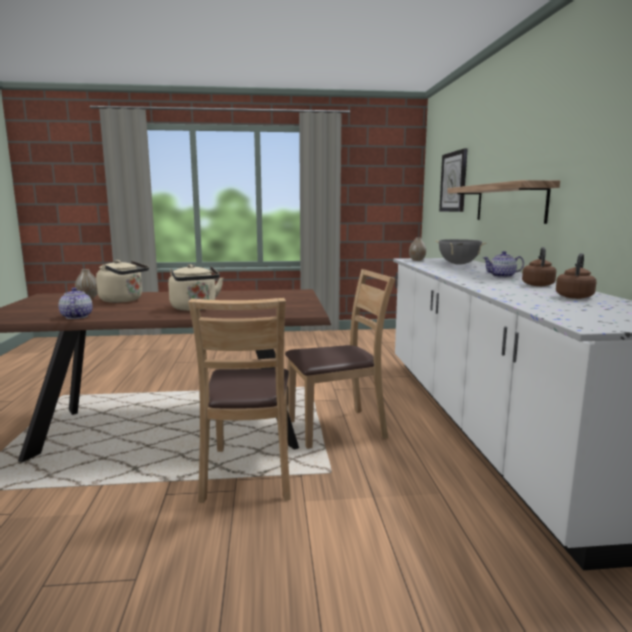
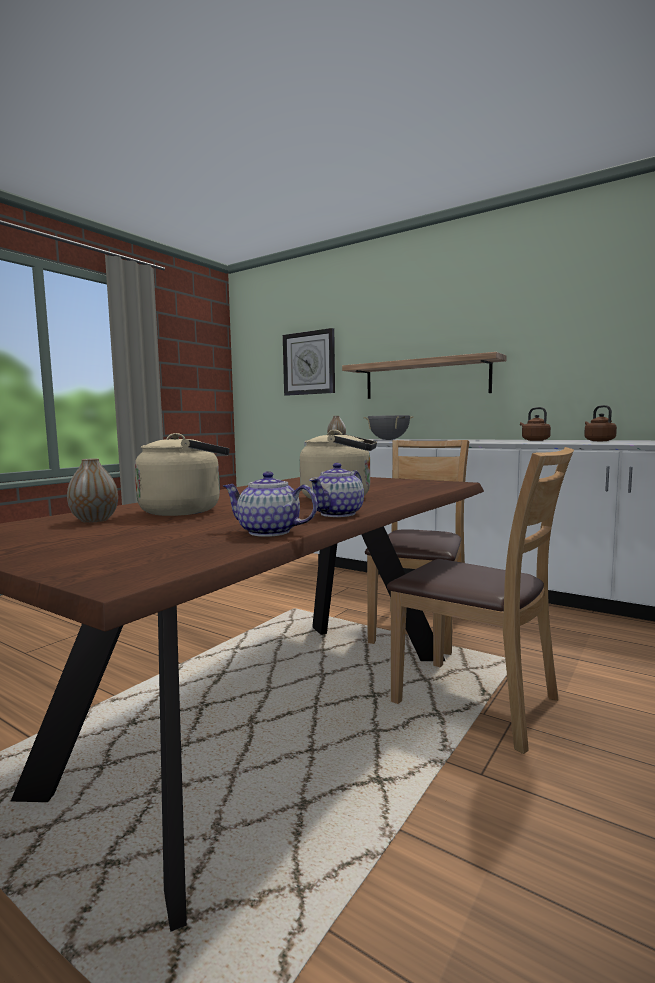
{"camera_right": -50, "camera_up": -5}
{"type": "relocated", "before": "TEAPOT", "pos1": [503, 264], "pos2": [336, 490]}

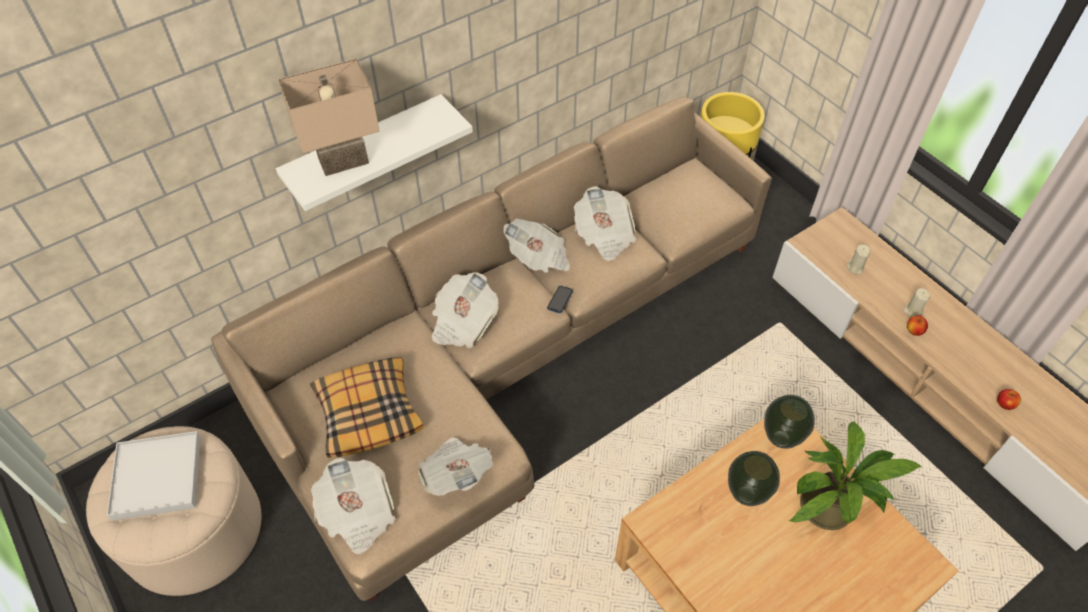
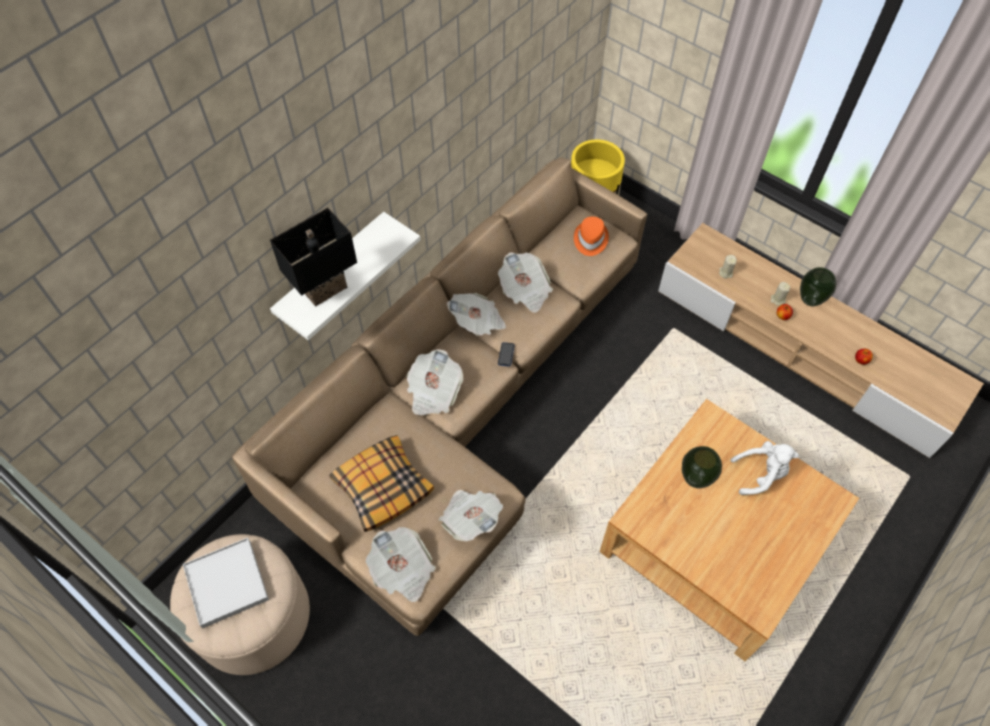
{"camera_right": -15, "camera_up": 5}
{"type": "colour", "before": "BEIGE TABLE LAMP", "after": "BLACK TABLE LAMP", "pos1": [329, 117], "pos2": [313, 257]}
{"type": "appeared", "after": "ORANGE HAT", "pos2": [591, 236]}
{"type": "exchanged", "before": "POTTED PLANT", "after": "WHITE PLUSH TOY", "pos1": [855, 475], "pos2": [764, 468]}
{"type": "relocated", "before": "VASE", "pos1": [789, 422], "pos2": [818, 286]}

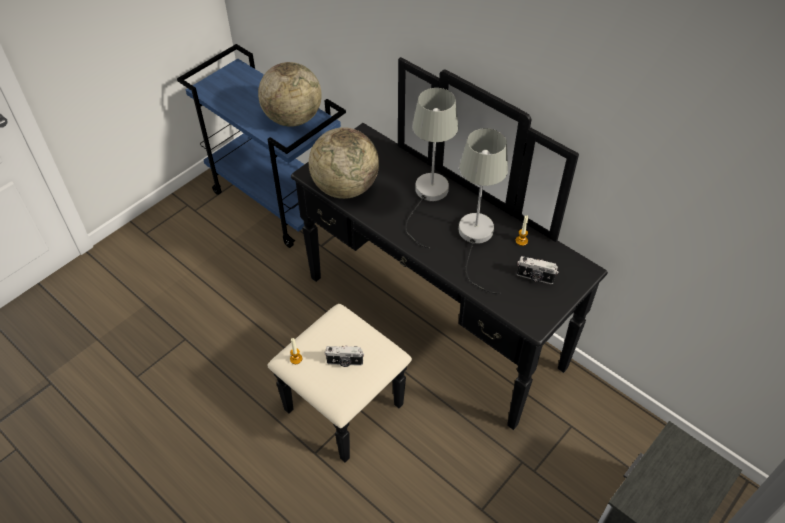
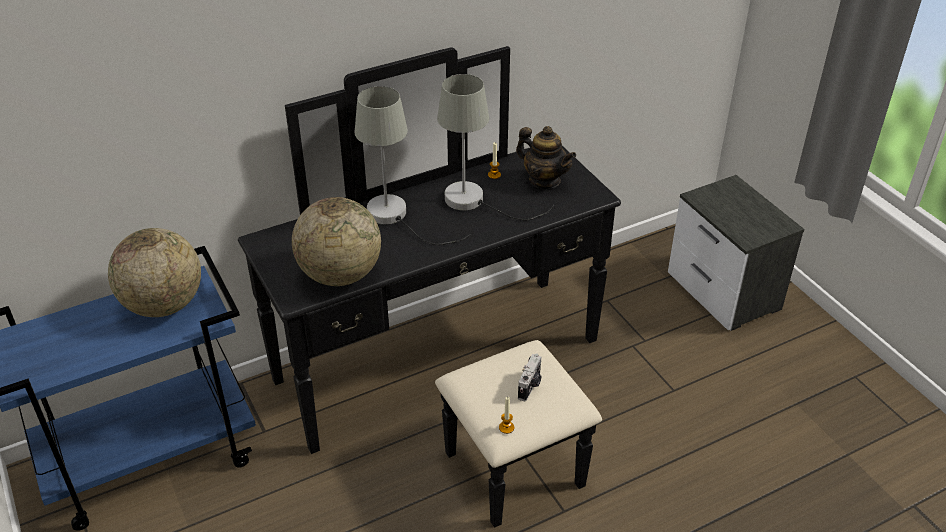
{"camera_right": -70, "camera_up": -10}
{"type": "exchanged", "before": "PHOTO CAMERA", "after": "TEAPOT", "pos1": [537, 270], "pos2": [546, 157]}

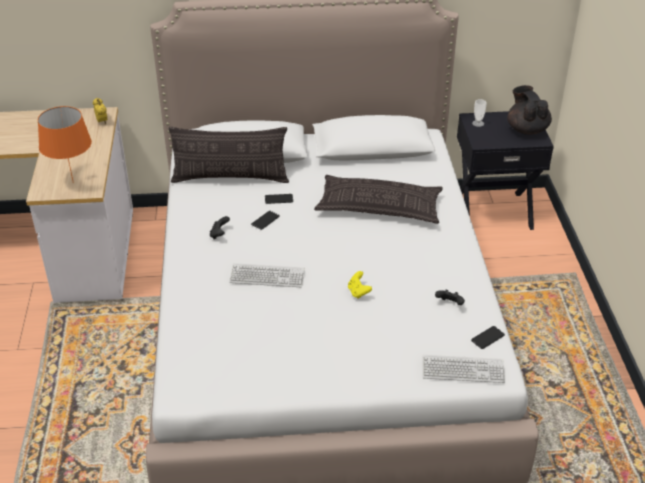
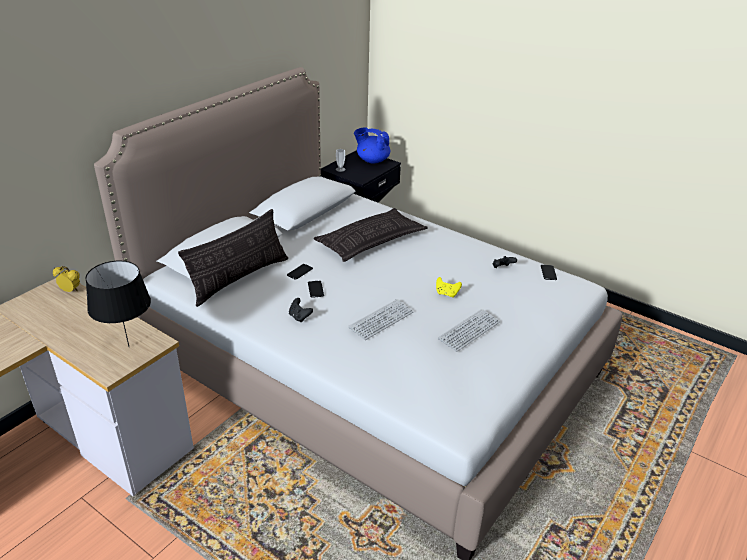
{"camera_right": -50, "camera_up": -5}
{"type": "colour", "before": "ORANGE TABLE LAMP", "after": "BLACK TABLE LAMP", "pos1": [65, 144], "pos2": [118, 304]}
{"type": "colour", "before": "BLACK TEAPOT", "after": "BLUE TEAPOT", "pos1": [529, 110], "pos2": [372, 145]}
{"type": "relocated", "before": "KEYBOARD", "pos1": [464, 369], "pos2": [469, 330]}

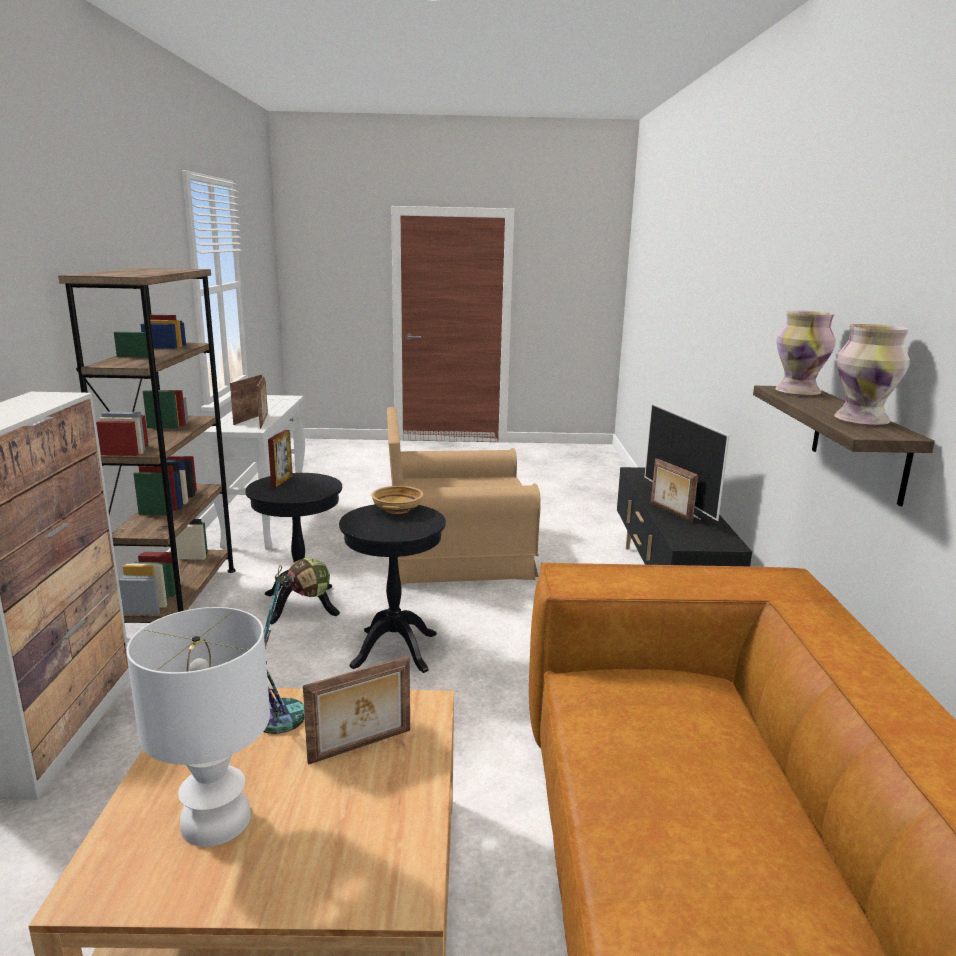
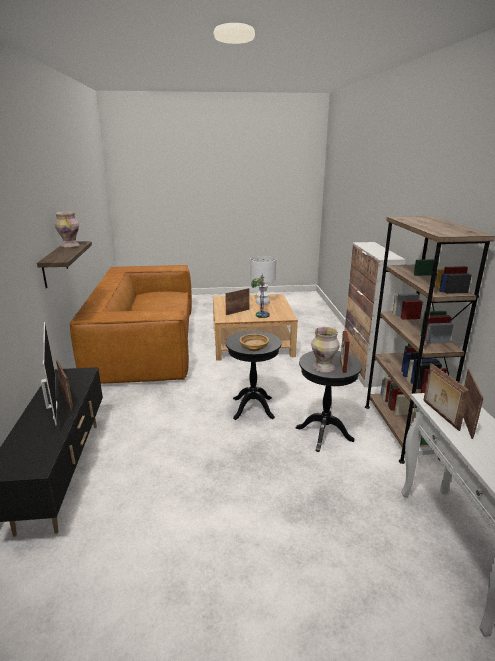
{"camera_right": 175, "camera_up": 5}
{"type": "relocated", "before": "VASE", "pos1": [805, 353], "pos2": [325, 349]}
{"type": "missing", "before": "BROWN ARMCHAIR", "pos1": [464, 496]}

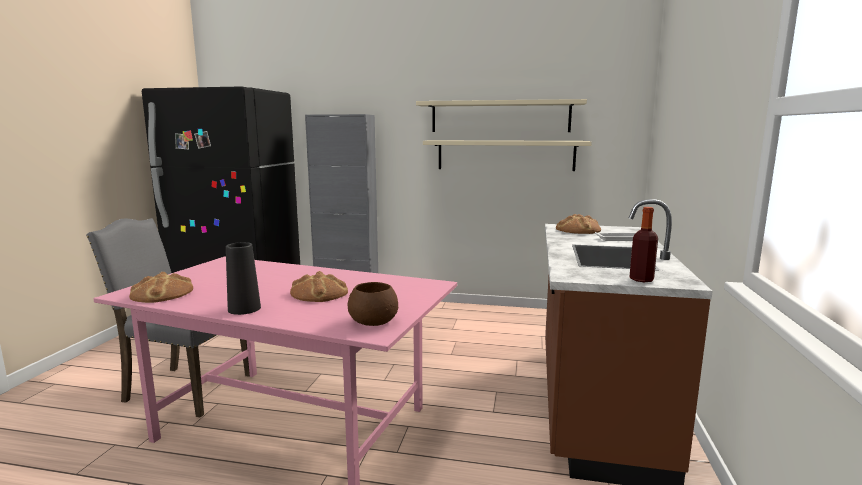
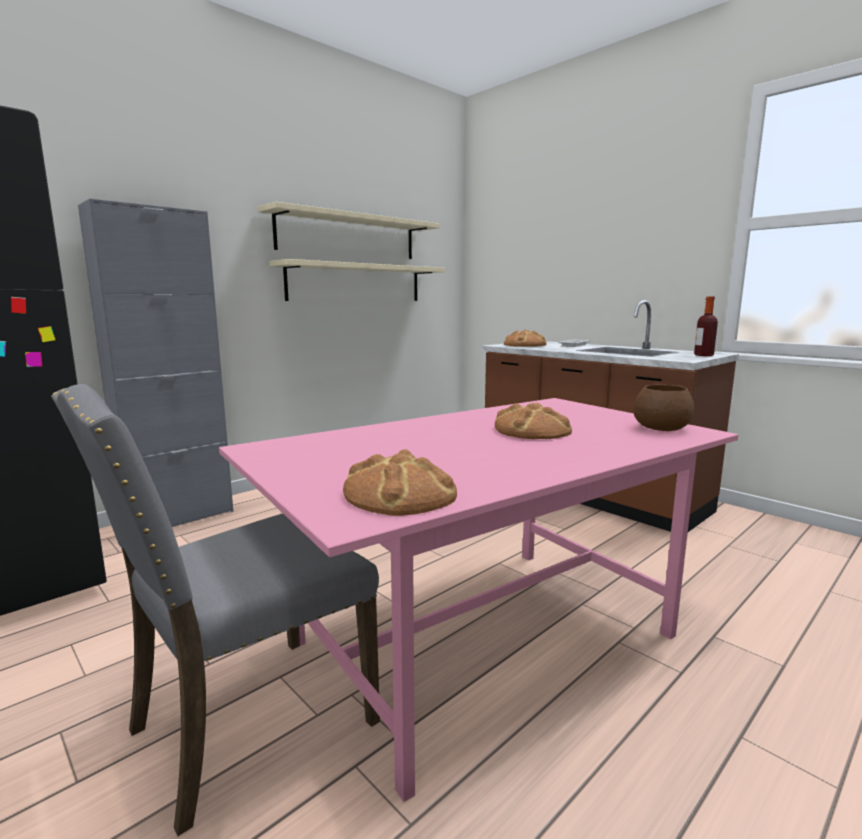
{"camera_right": -55, "camera_up": 0}
{"type": "missing", "before": "BLACK VASE", "pos1": [243, 278]}

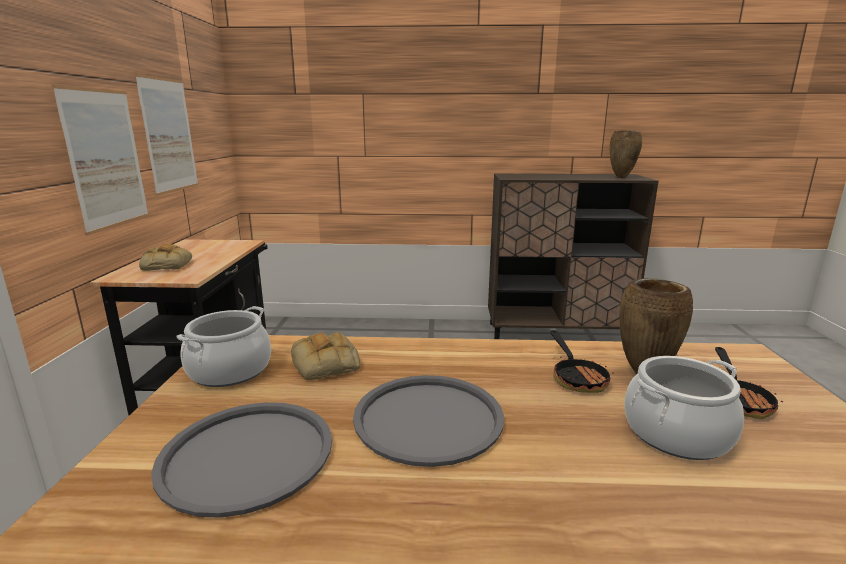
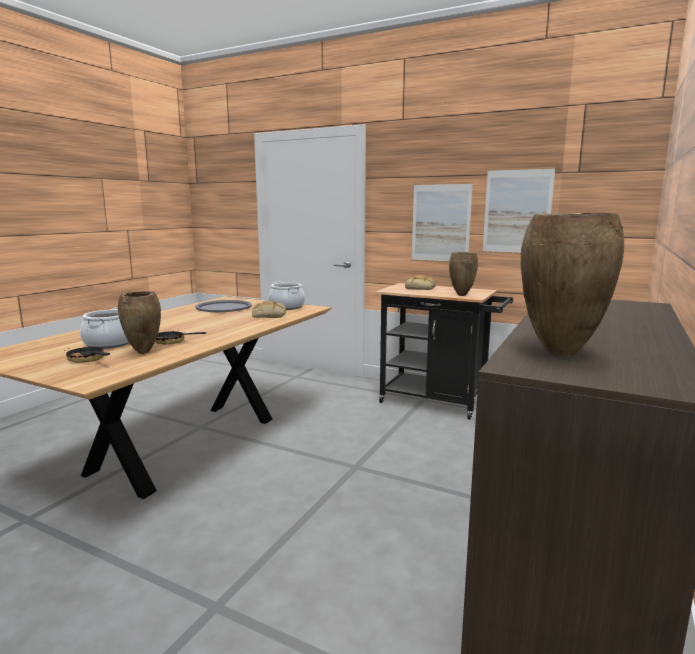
{"camera_right": 115, "camera_up": -5}
{"type": "appeared", "after": "BROWN VASE", "pos2": [463, 274]}
{"type": "missing", "before": "GREY TRAY", "pos1": [428, 421]}

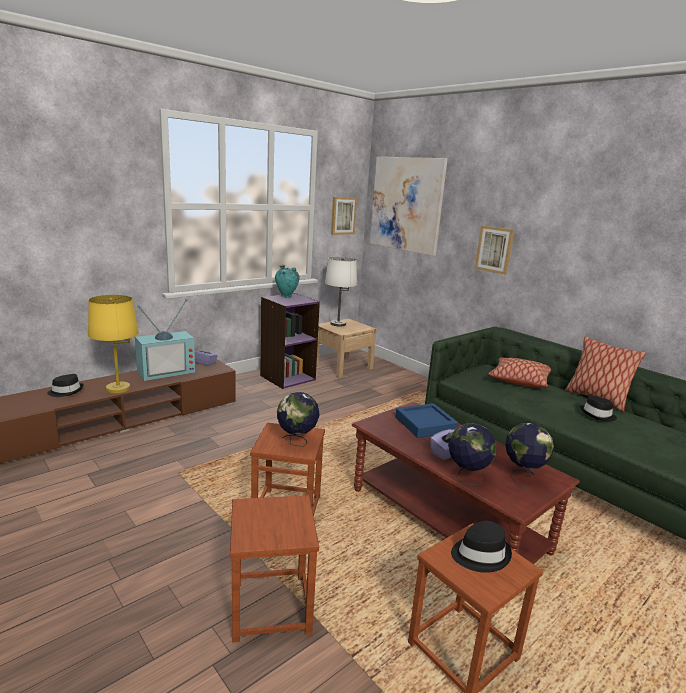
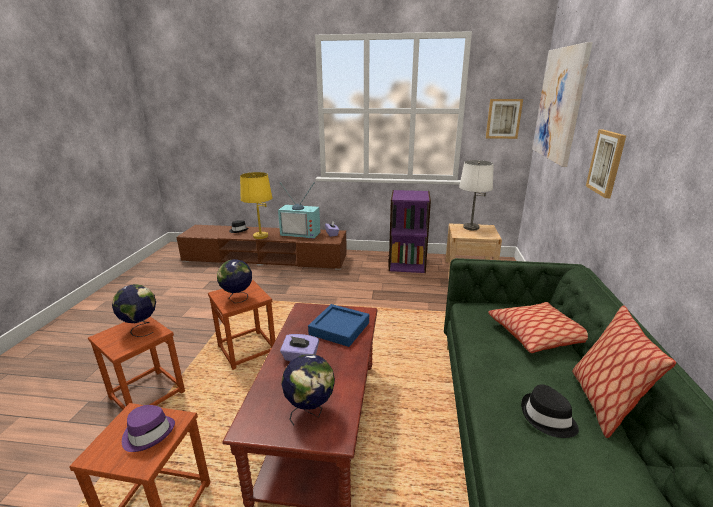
{"camera_right": 50, "camera_up": 5}
{"type": "relocated", "before": "GLOBE", "pos1": [472, 454], "pos2": [134, 310]}
{"type": "colour", "before": "BLACK HAT", "after": "PURPLE HAT", "pos1": [481, 547], "pos2": [148, 428]}
{"type": "missing", "before": "TURQUOISE VASE", "pos1": [287, 281]}

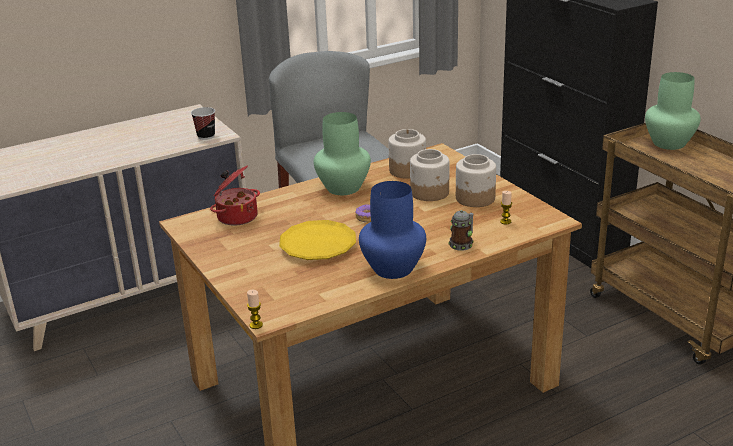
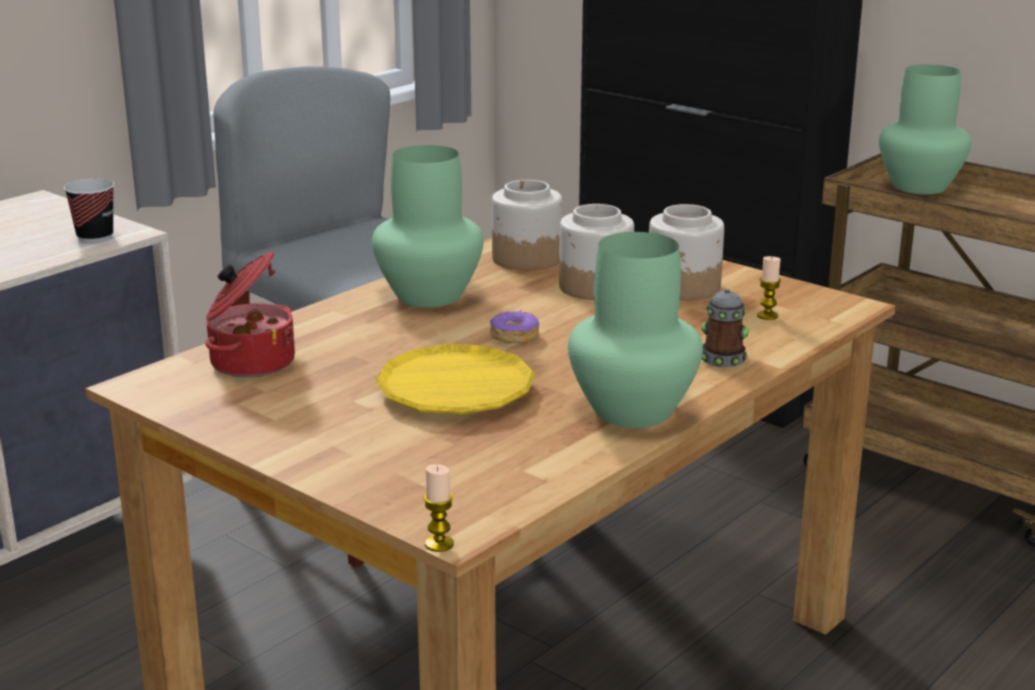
{"camera_right": -20, "camera_up": -5}
{"type": "colour", "before": "BLUE VASE", "after": "GREEN VASE", "pos1": [392, 230], "pos2": [635, 330]}

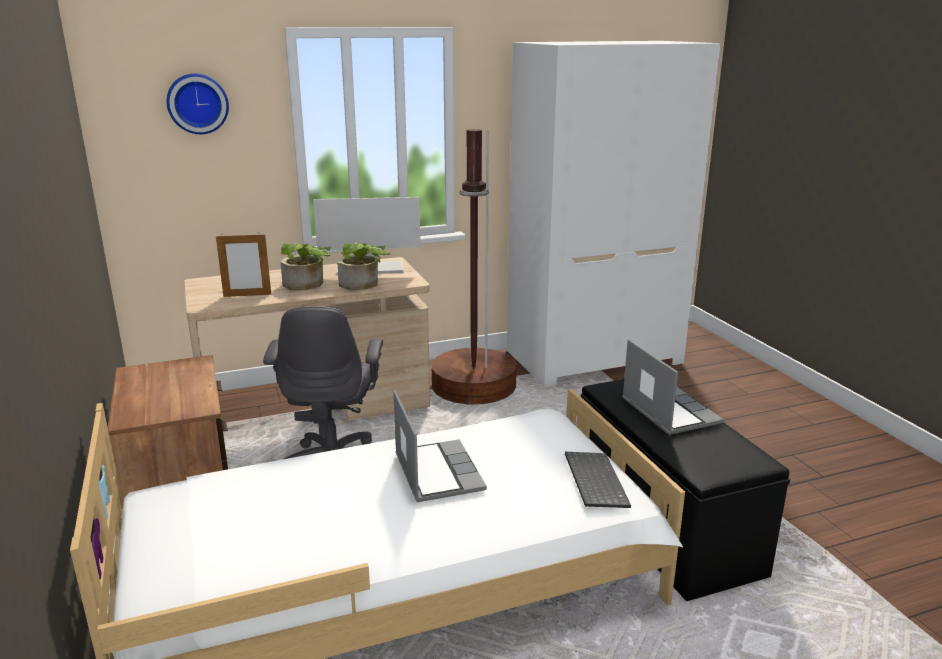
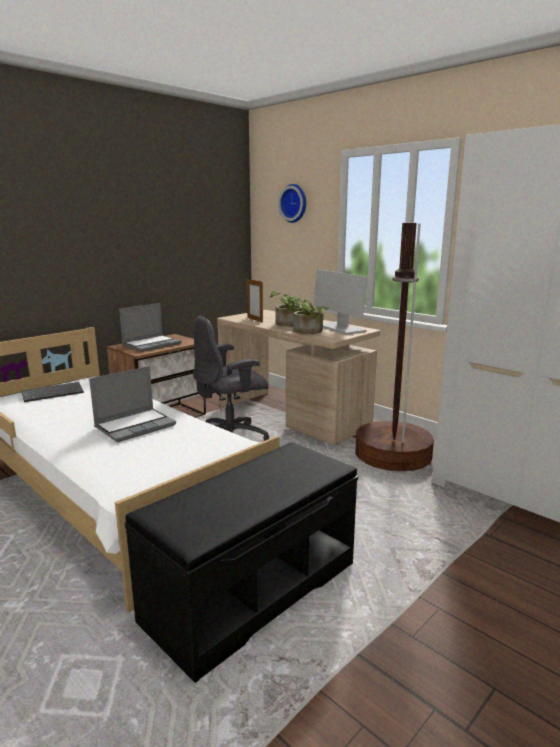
{"camera_right": 65, "camera_up": -5}
{"type": "relocated", "before": "KEYBOARD", "pos1": [598, 480], "pos2": [52, 392]}
{"type": "relocated", "before": "LAPTOP", "pos1": [673, 387], "pos2": [150, 327]}

